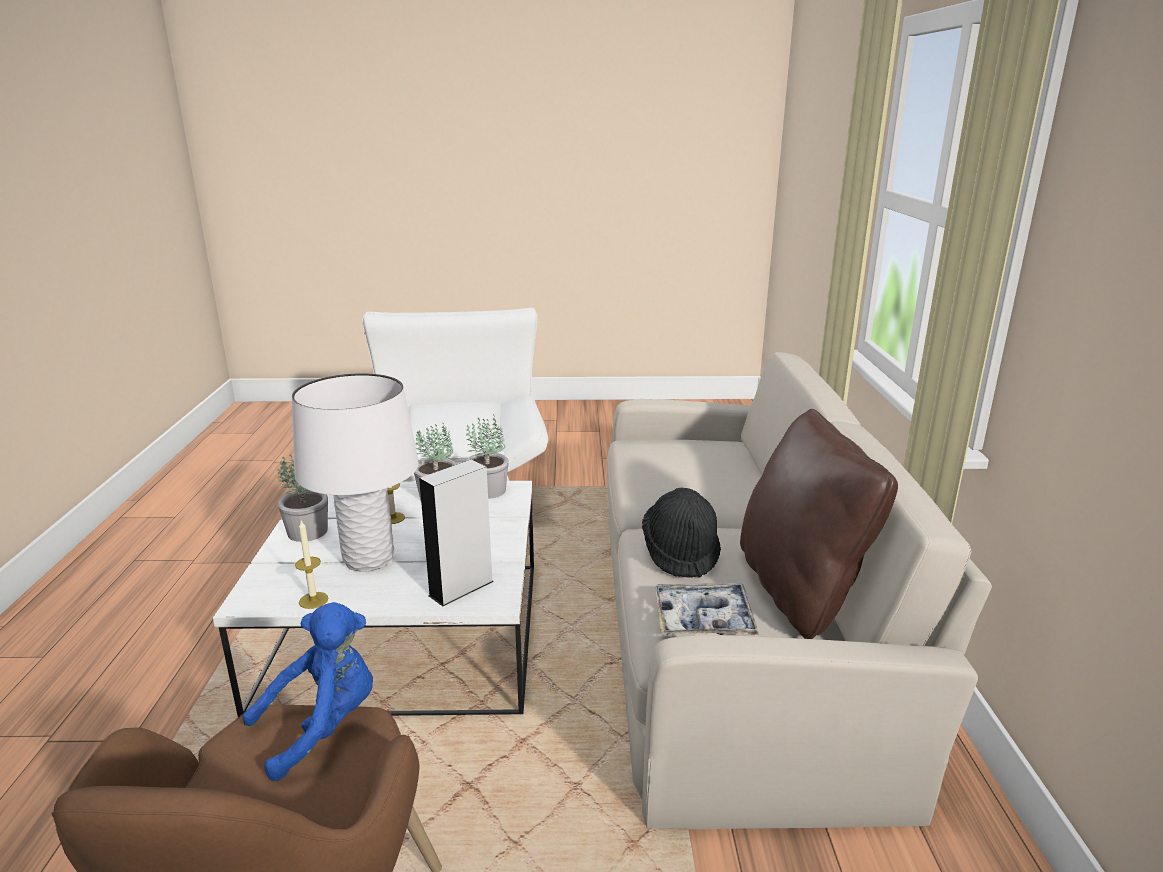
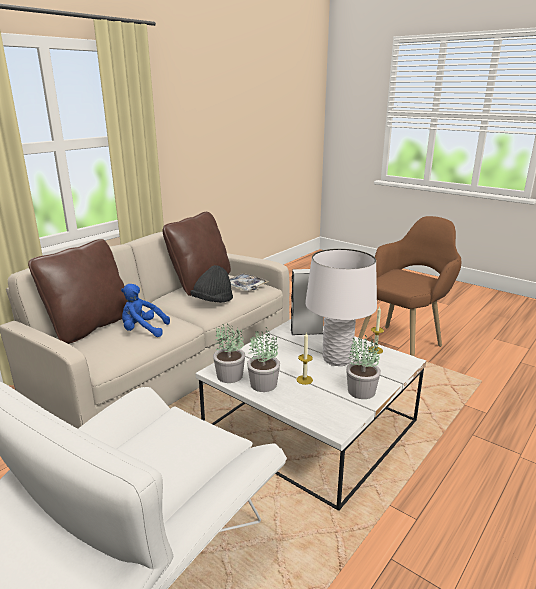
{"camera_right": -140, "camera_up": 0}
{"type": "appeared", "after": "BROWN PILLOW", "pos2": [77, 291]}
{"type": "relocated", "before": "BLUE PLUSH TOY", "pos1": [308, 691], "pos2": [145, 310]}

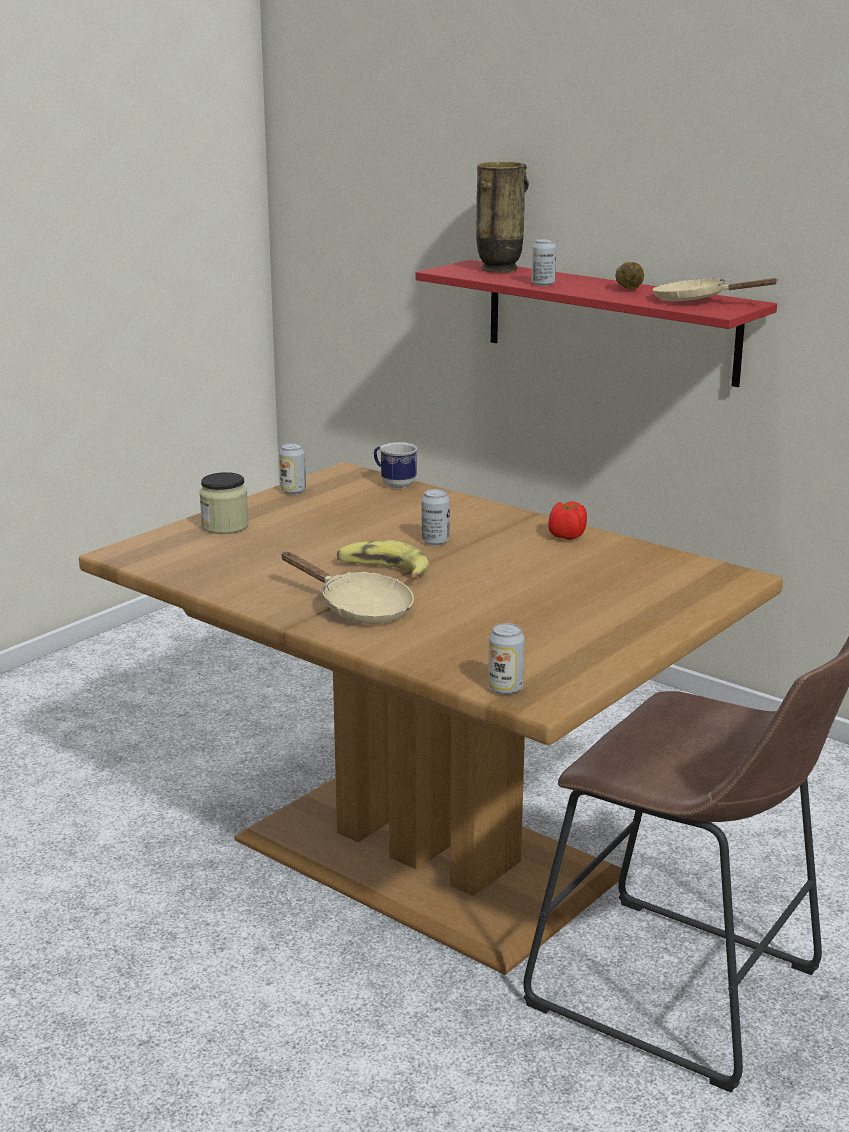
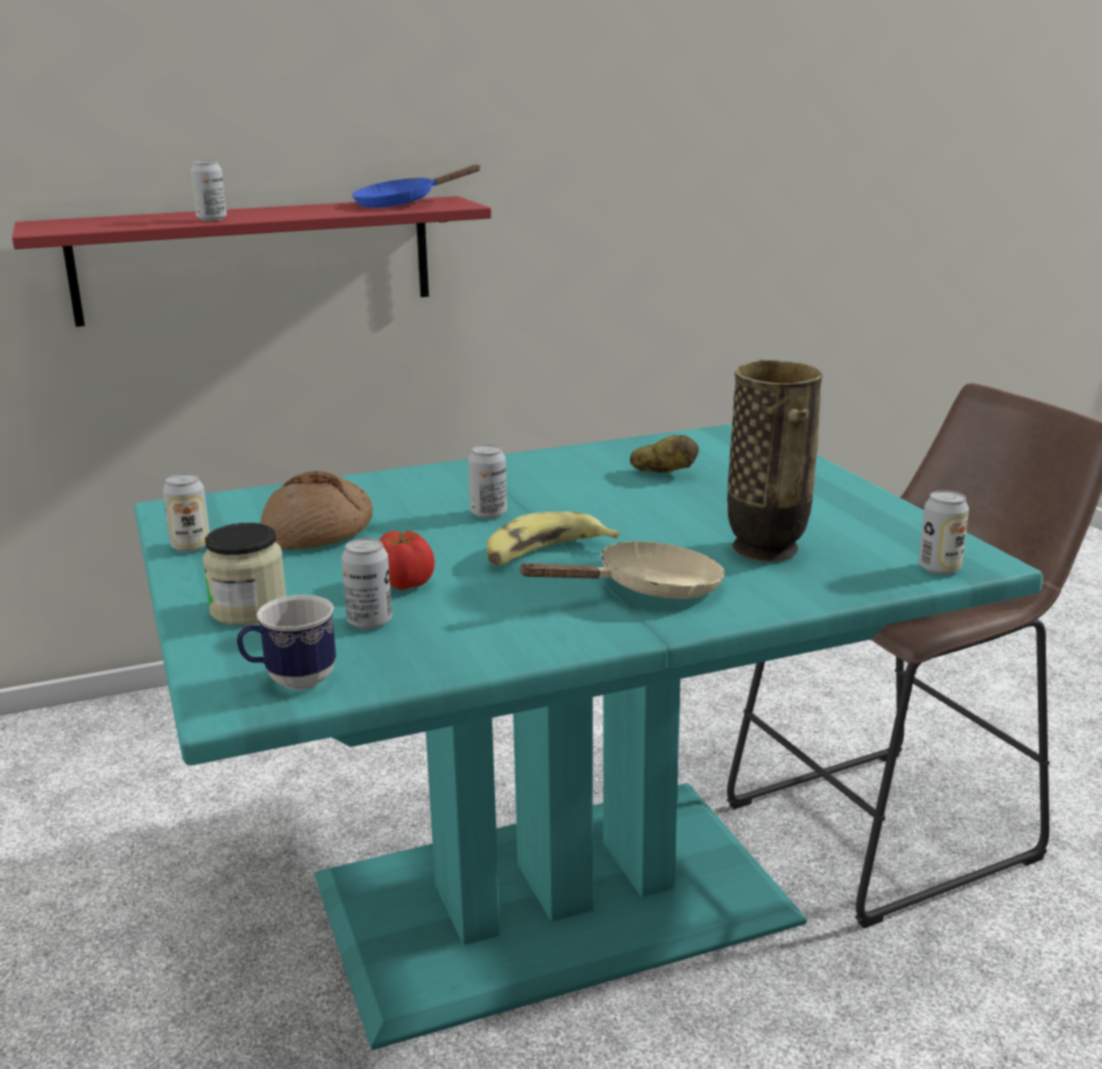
{"camera_right": -60, "camera_up": 0}
{"type": "colour", "before": "BROWN DINING TABLE", "after": "TURQUOISE DINING TABLE", "pos1": [431, 718], "pos2": [589, 737]}
{"type": "relocated", "before": "MUG", "pos1": [396, 465], "pos2": [286, 642]}
{"type": "appeared", "after": "BREAD", "pos2": [317, 510]}
{"type": "appeared", "after": "CAN", "pos2": [367, 583]}
{"type": "colour", "before": "BEIGE FRYING PAN", "after": "BLUE FRYING PAN", "pos1": [715, 289], "pos2": [416, 186]}
{"type": "relocated", "before": "TOMATO", "pos1": [567, 520], "pos2": [407, 560]}
{"type": "relocated", "before": "POTATO", "pos1": [629, 275], "pos2": [664, 454]}
{"type": "relocated", "before": "VASE", "pos1": [502, 217], "pos2": [774, 460]}

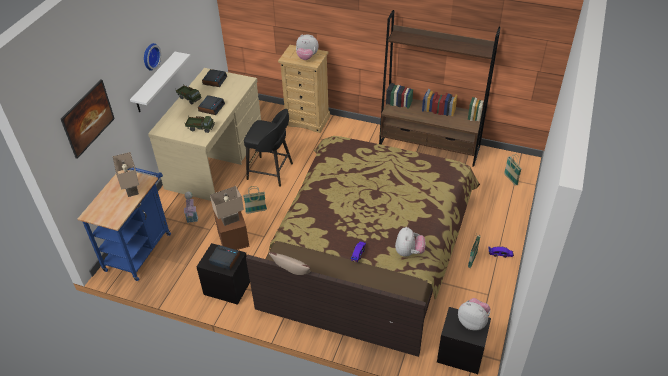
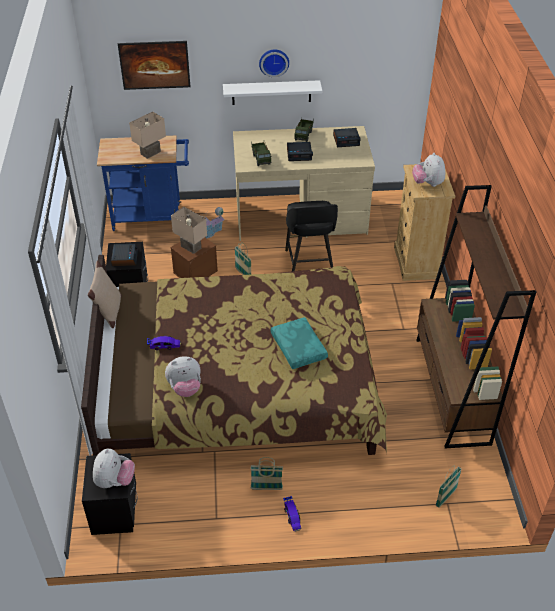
{"camera_right": 65, "camera_up": 0}
{"type": "appeared", "after": "TURQUOISE PILLOW", "pos2": [299, 343]}

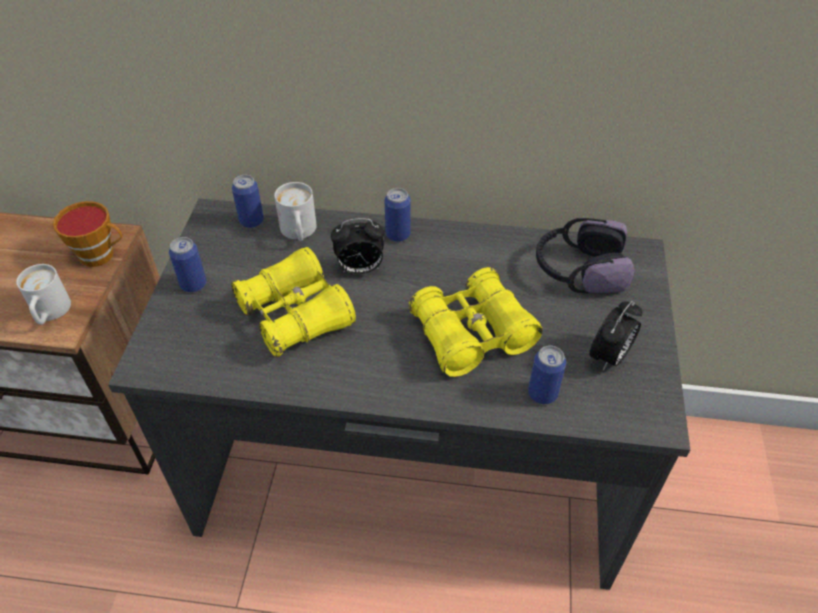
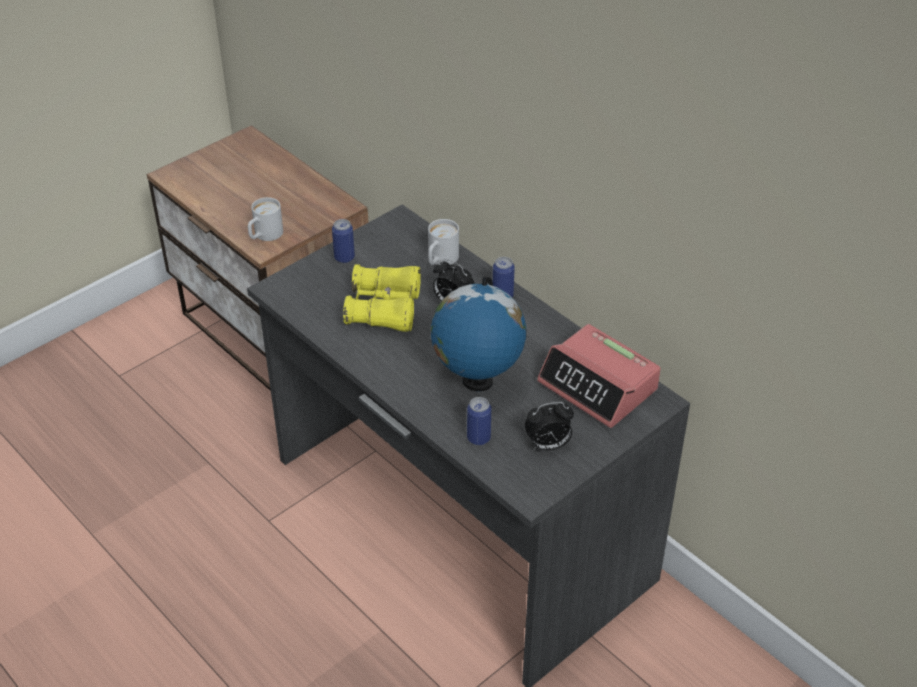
{"camera_right": 40, "camera_up": -5}
{"type": "exchanged", "before": "YELLOW BINOCULARS", "after": "GLOBE", "pos1": [476, 322], "pos2": [478, 334]}
{"type": "exchanged", "before": "HEADPHONES", "after": "ALARM CLOCK", "pos1": [585, 255], "pos2": [599, 376]}
{"type": "missing", "before": "CUP", "pos1": [87, 234]}
{"type": "missing", "before": "CAN", "pos1": [248, 201]}

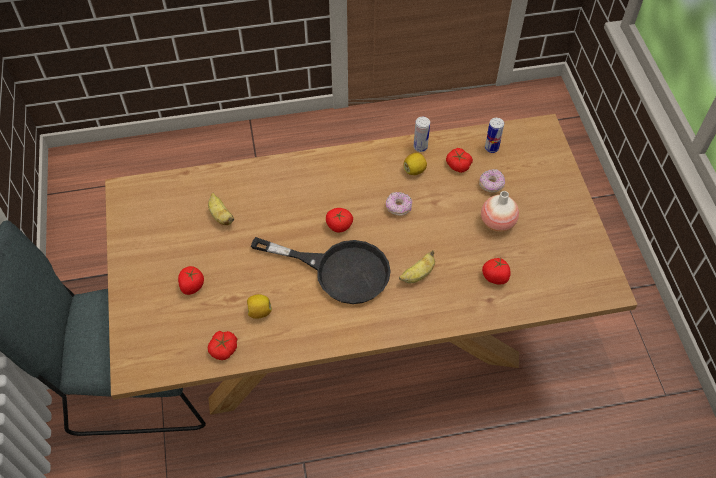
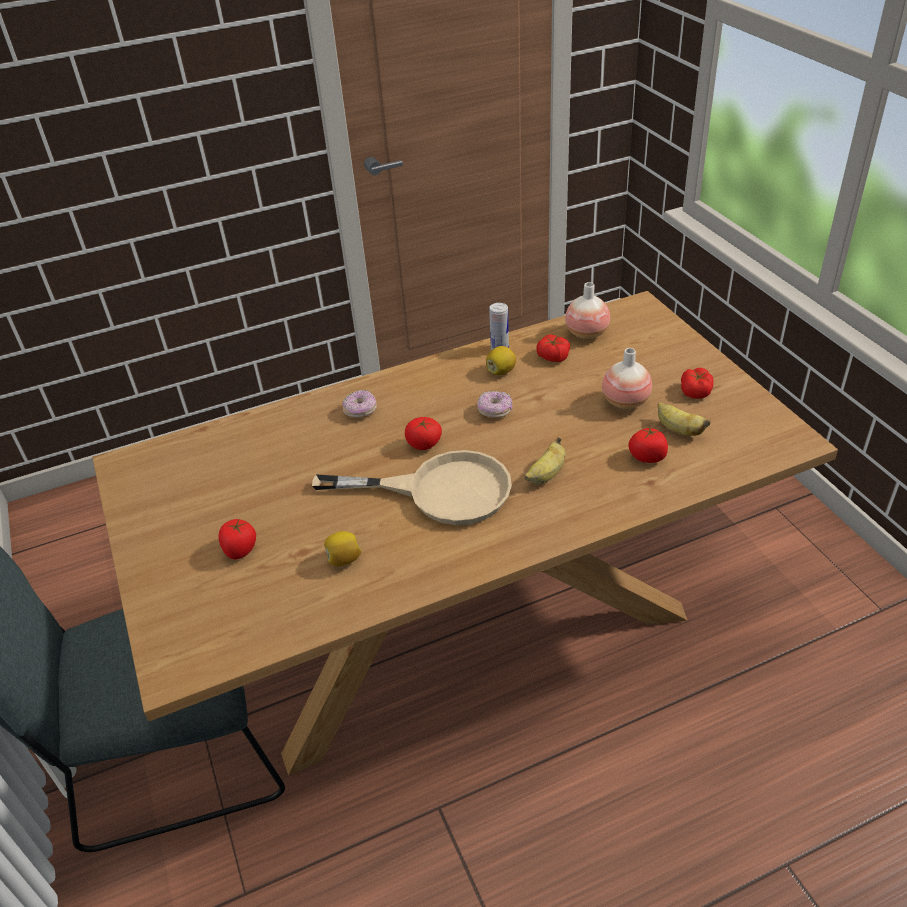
{"camera_right": -10, "camera_up": -15}
{"type": "colour", "before": "BLACK FRYING PAN", "after": "BEIGE FRYING PAN", "pos1": [321, 270], "pos2": [412, 487]}
{"type": "relocated", "before": "DONUT", "pos1": [492, 180], "pos2": [359, 404]}
{"type": "exchanged", "before": "CAN", "after": "VASE", "pos1": [494, 135], "pos2": [587, 311]}
{"type": "relocated", "before": "BANANA", "pos1": [221, 208], "pos2": [684, 419]}
{"type": "relocated", "before": "TOMATO", "pos1": [222, 345], "pos2": [697, 383]}

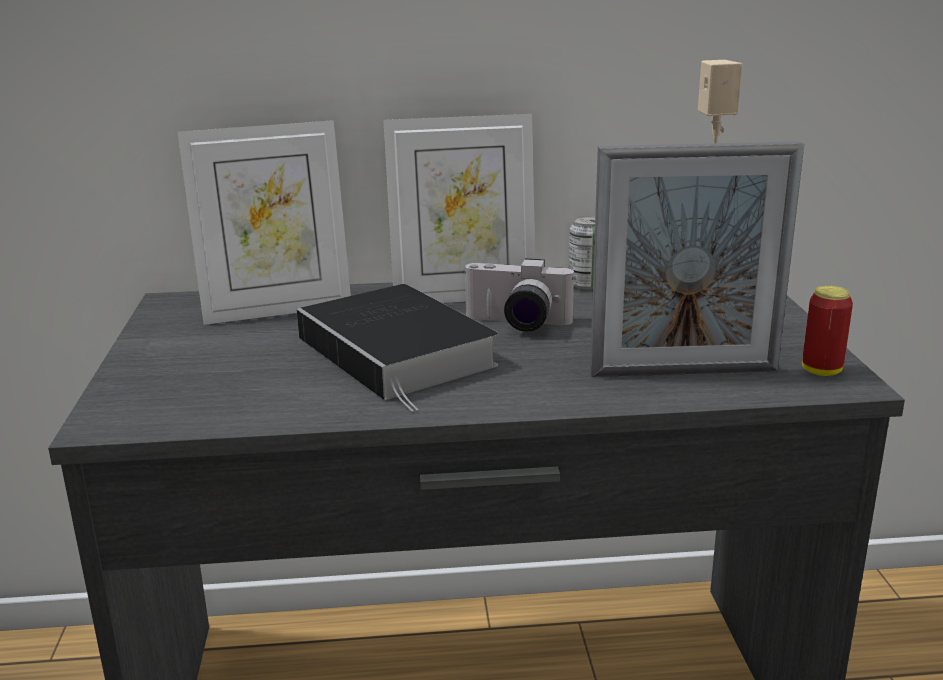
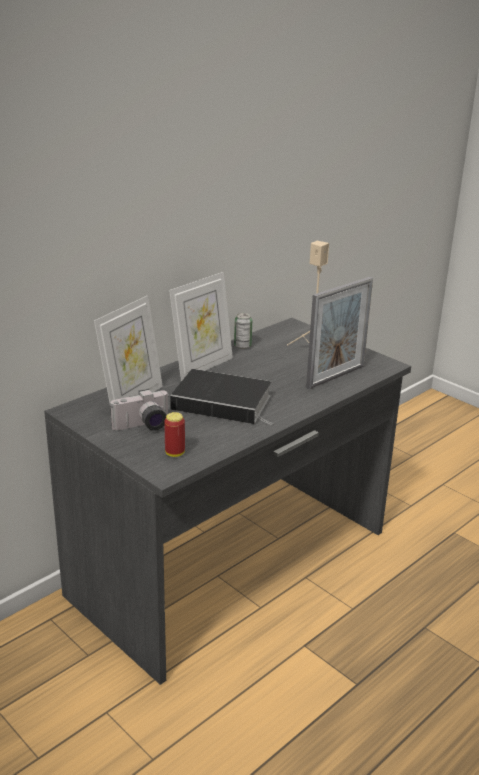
{"camera_right": -40, "camera_up": 5}
{"type": "relocated", "before": "PHOTO CAMERA", "pos1": [519, 295], "pos2": [139, 410]}
{"type": "relocated", "before": "CAN", "pos1": [827, 330], "pos2": [174, 434]}

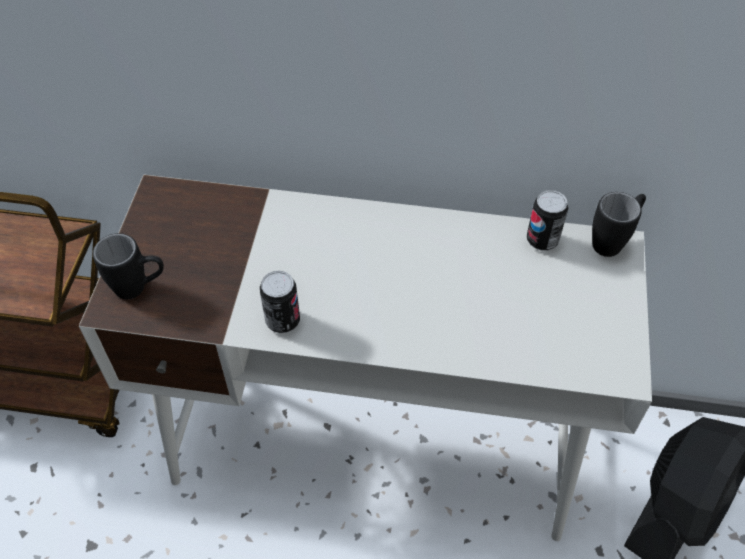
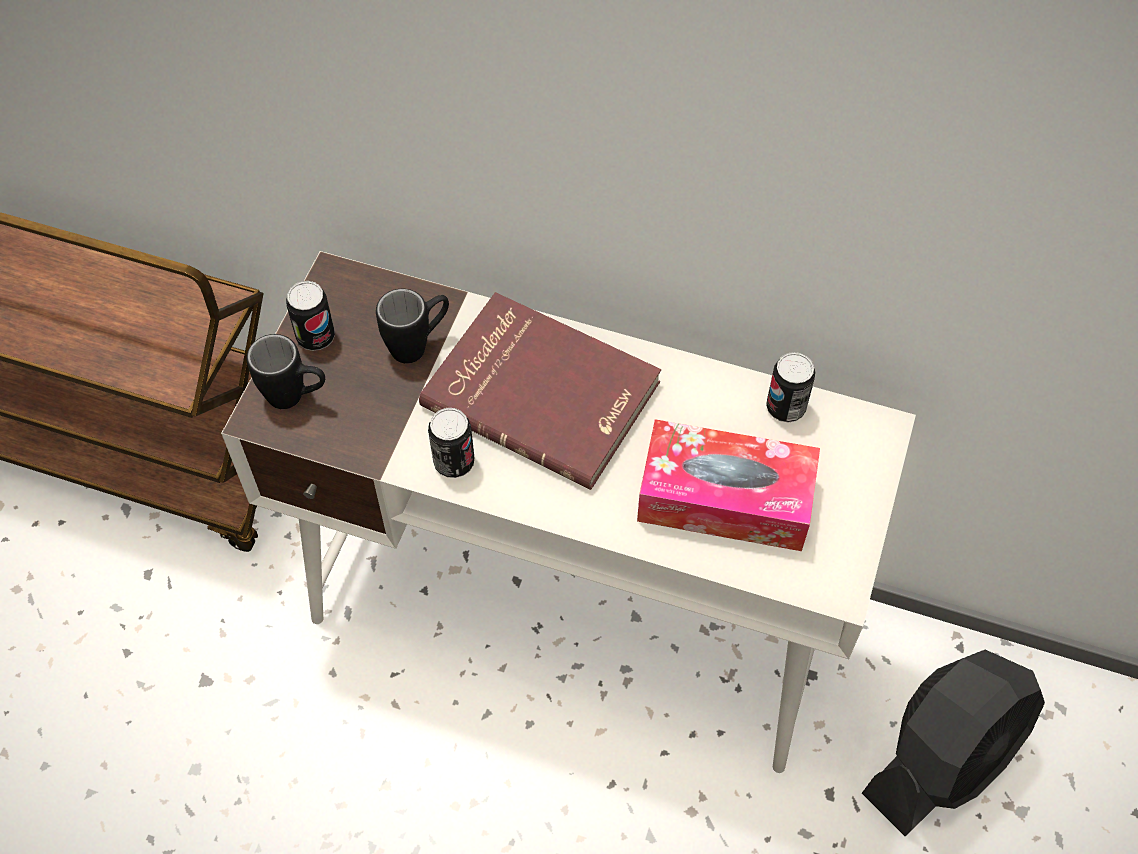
{"camera_right": 10, "camera_up": 5}
{"type": "appeared", "after": "CAN", "pos2": [310, 316]}
{"type": "relocated", "before": "BLACK MUG", "pos1": [619, 224], "pos2": [412, 326]}
{"type": "appeared", "after": "RED BOOK", "pos2": [540, 391]}
{"type": "appeared", "after": "TISSUE BOX", "pos2": [728, 485]}

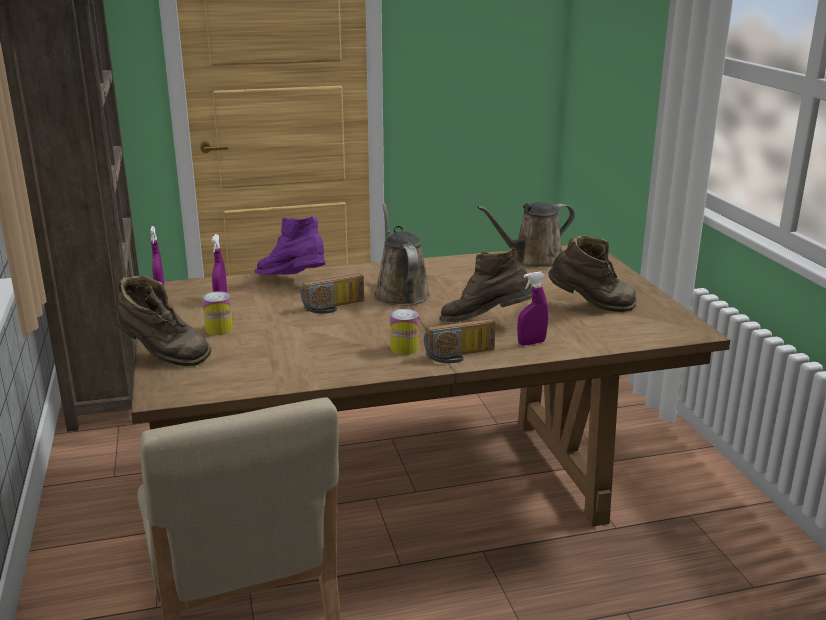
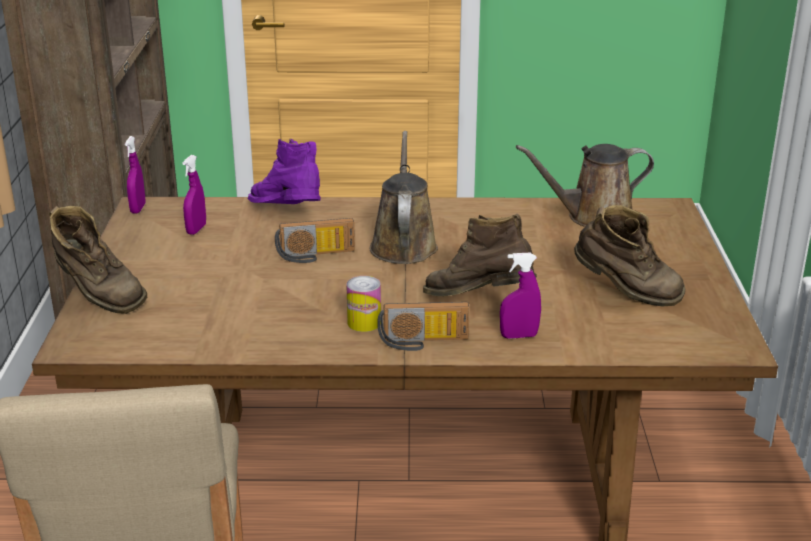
{"camera_right": 15, "camera_up": 5}
{"type": "missing", "before": "CAN", "pos1": [217, 313]}

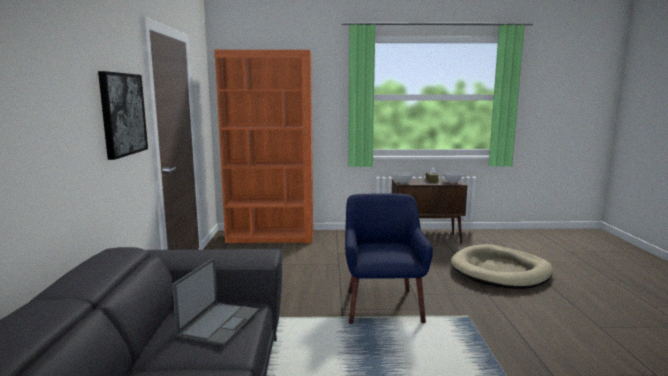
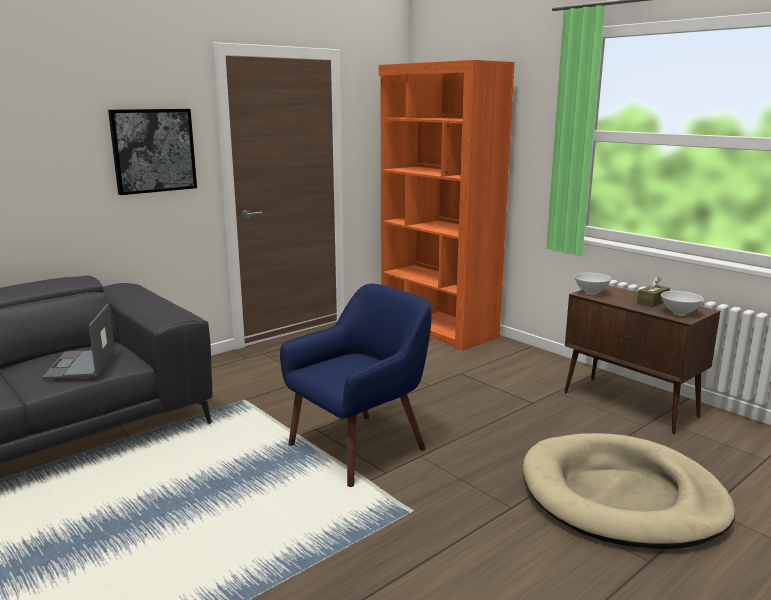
{"camera_right": 50, "camera_up": 5}
{"type": "spun", "before": "LAPTOP", "pos1": [215, 302], "pos2": [78, 342], "turn": 105}

